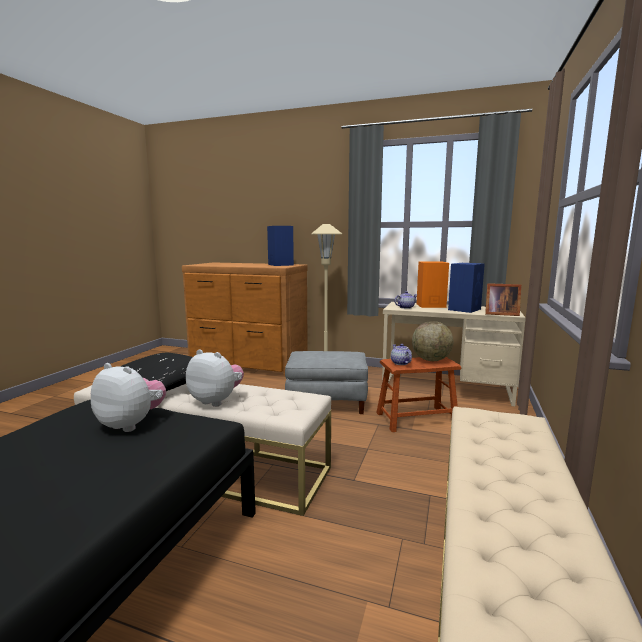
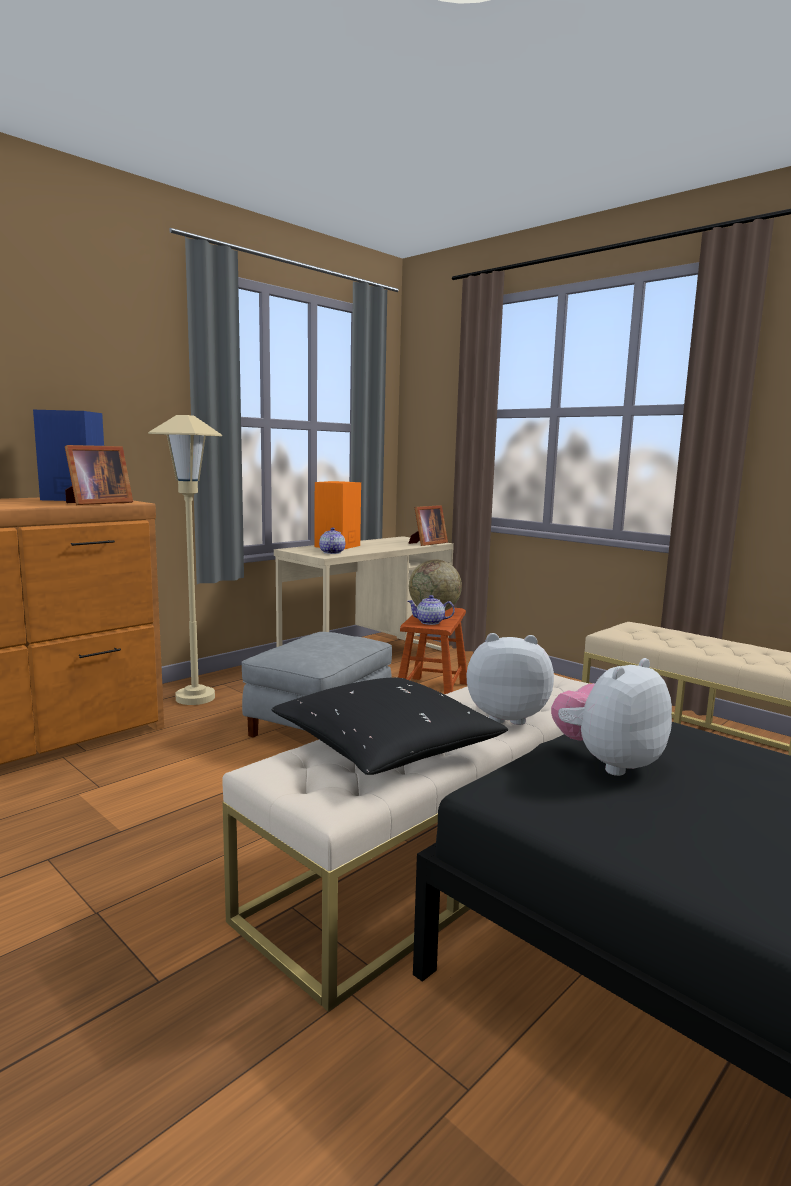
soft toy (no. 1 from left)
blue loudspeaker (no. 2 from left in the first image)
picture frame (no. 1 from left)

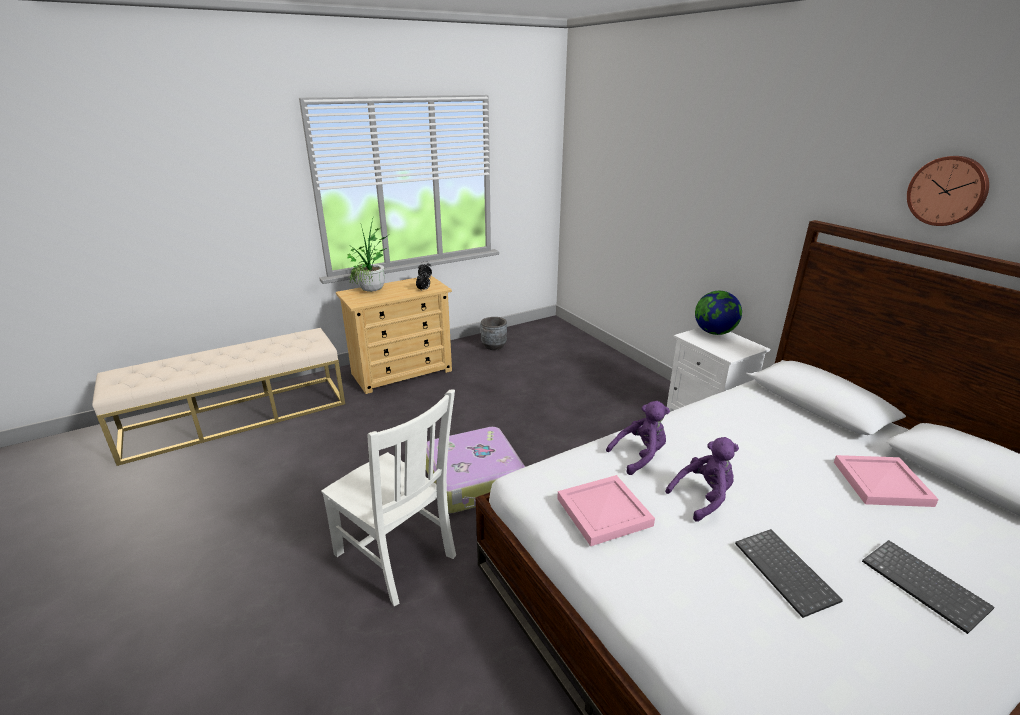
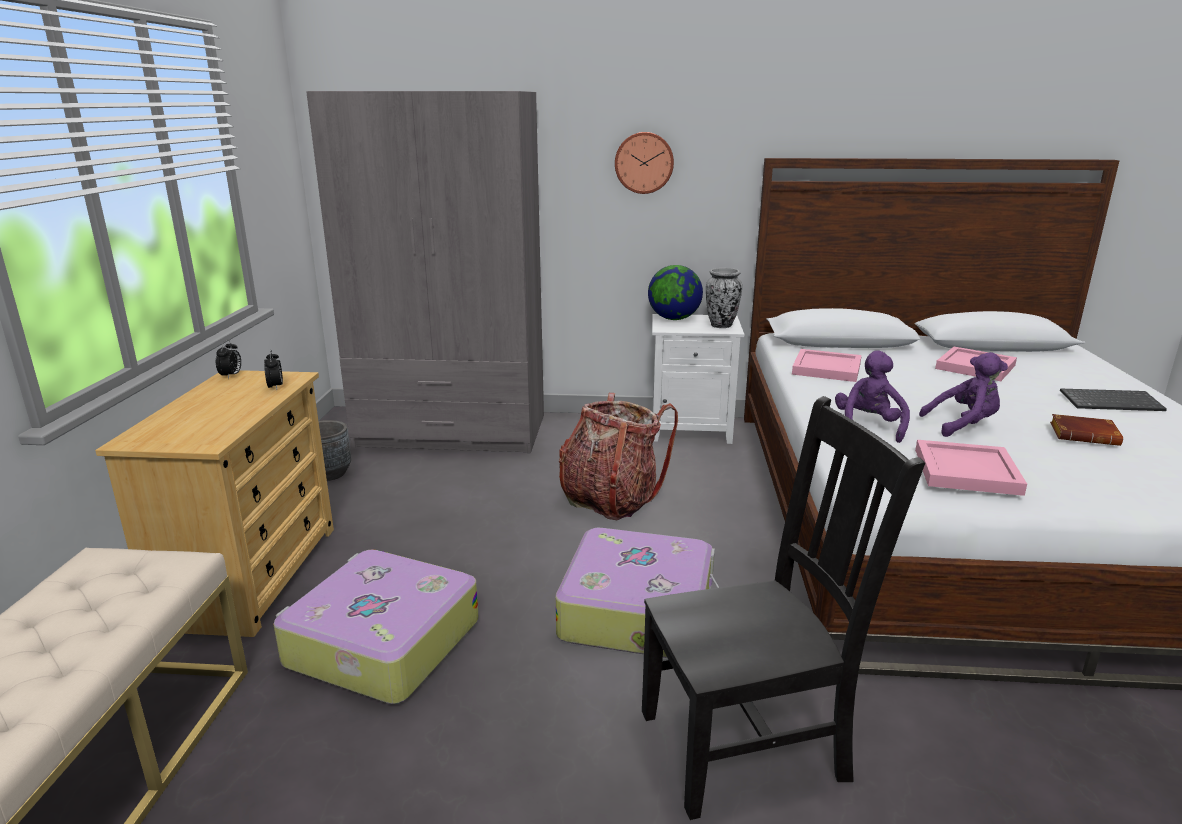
black-coloured plain chair
plant in a pot
purple-coloured soft toy (no. 2 from left)
brownish bound book
clock on the wall
travel case (no. 1 from left)
gray wardrobe
rucksack
decorative vase
pink-coloured tray (no. 1 from left)

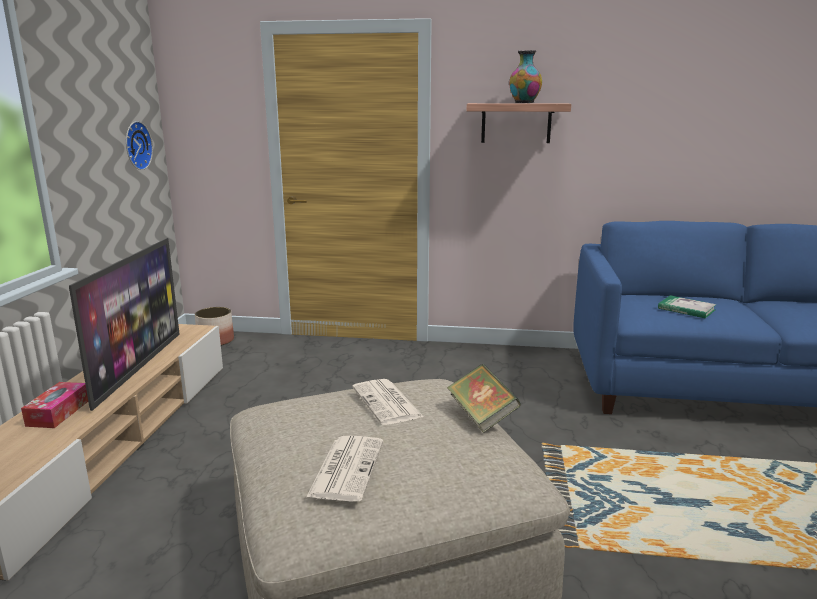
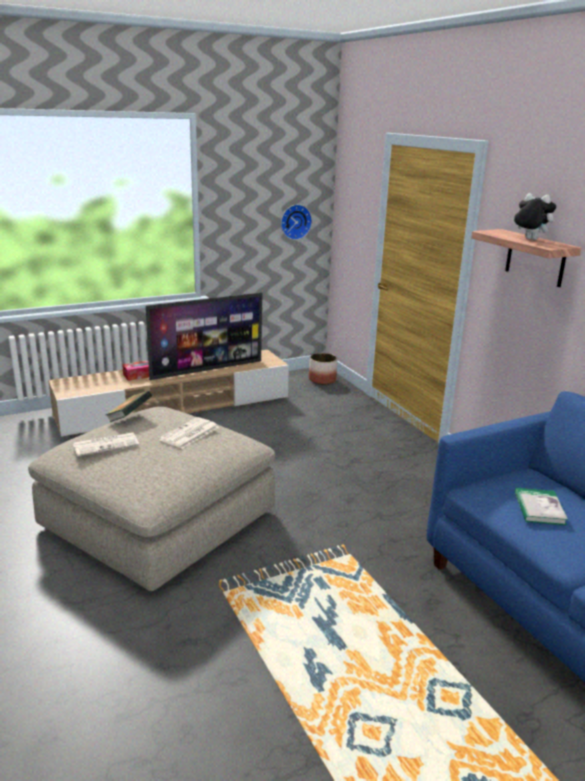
bound book (no. 1 from left)
soft toy

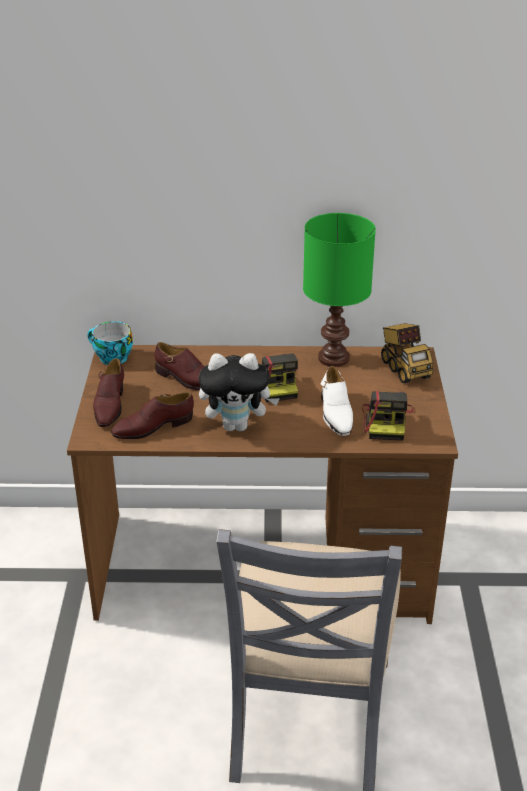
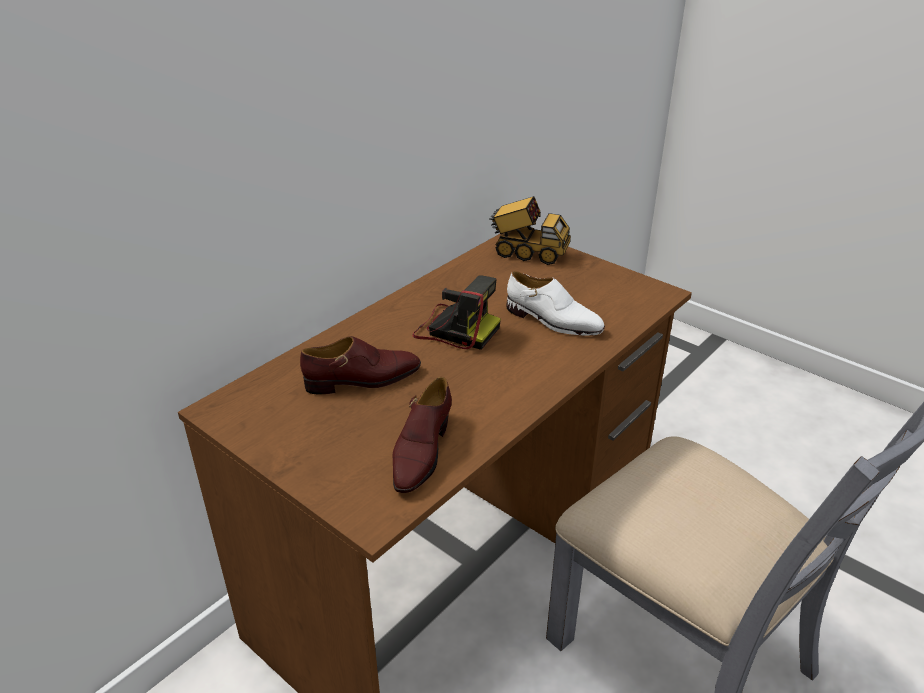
cup
brownish shoe (no. 1 from left in the first image)
soft toy
green lamp for a table
still camera (no. 2 from left in the first image)

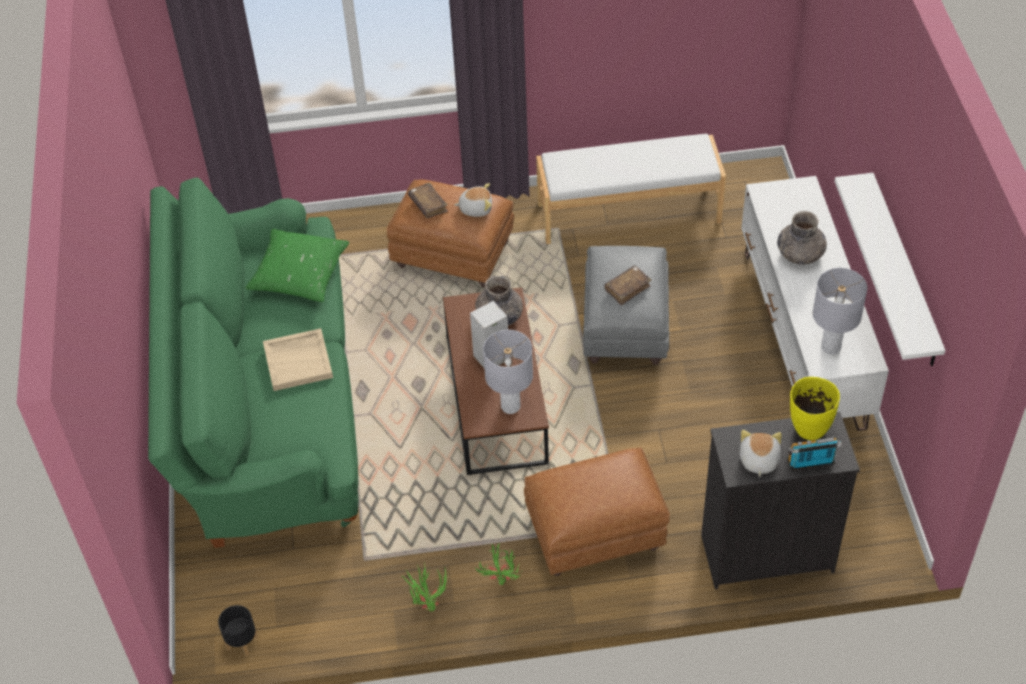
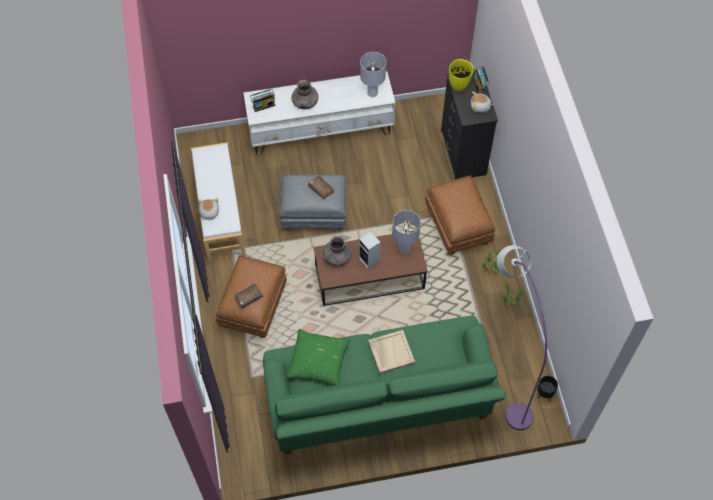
soft toy (no. 1 from left)
white bracket shelf
radio receiver (no. 1 from left)
purple-coloured floor lamp

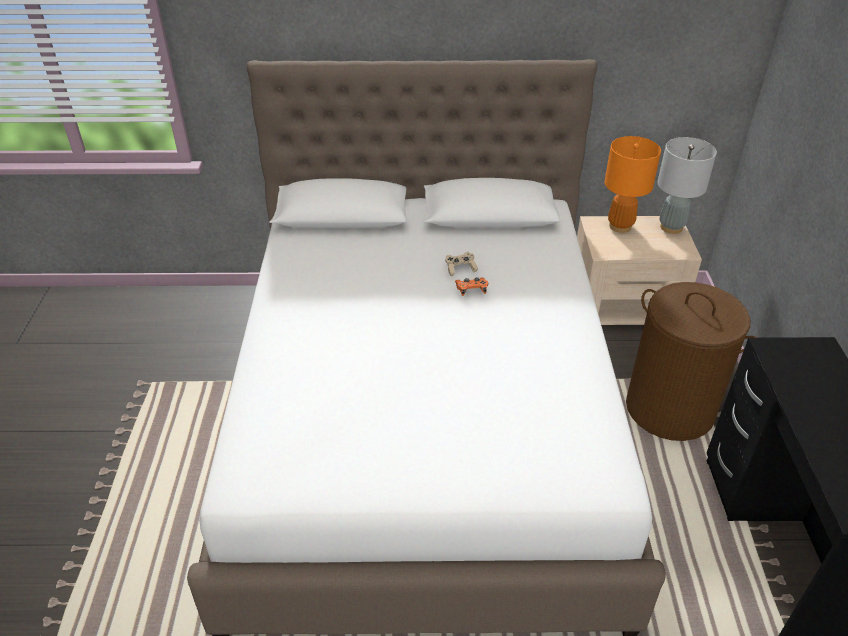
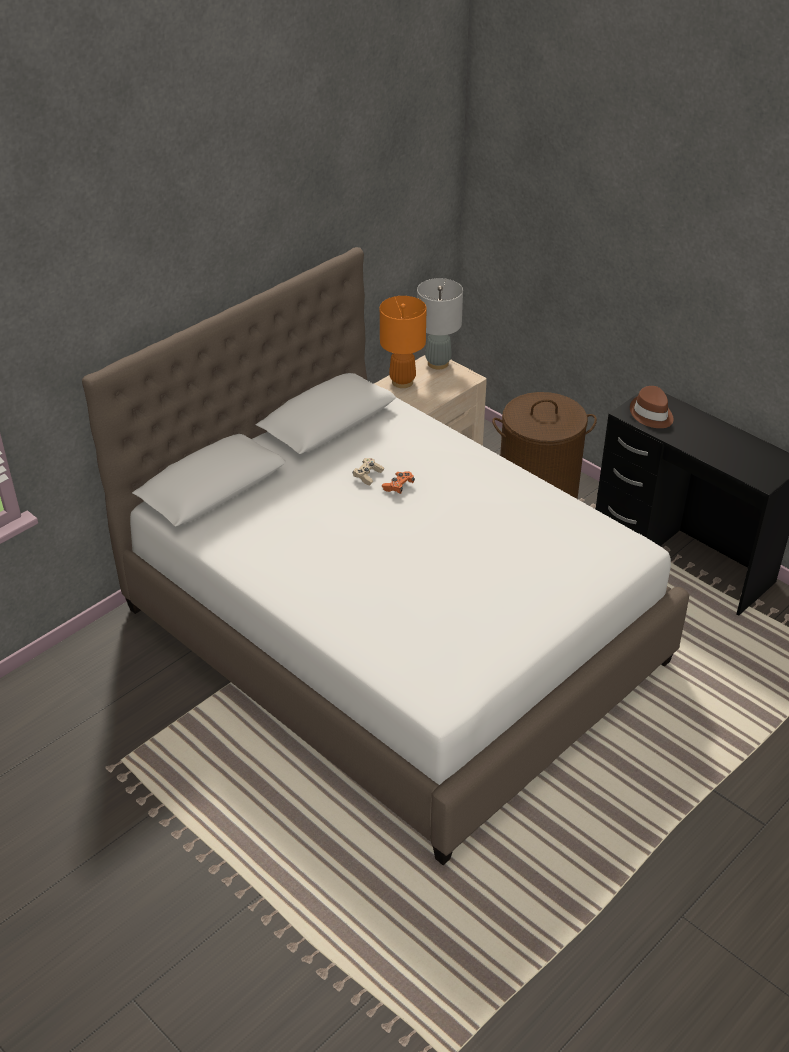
brownish clothing hat

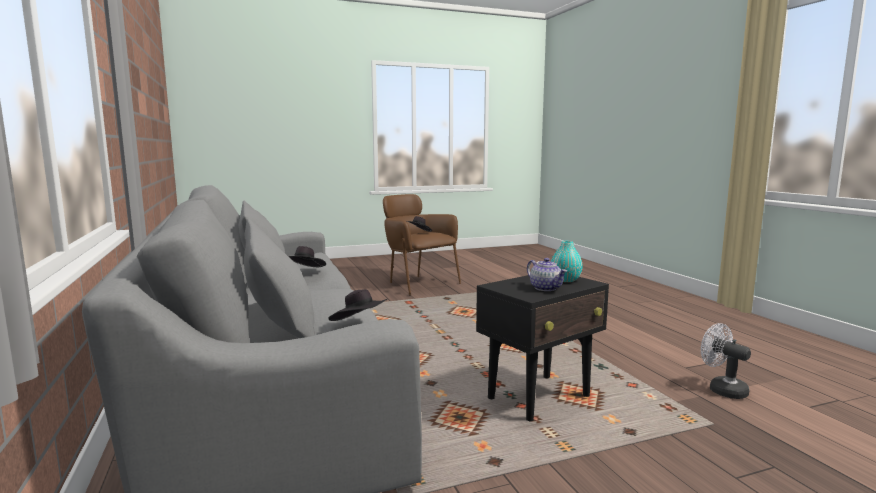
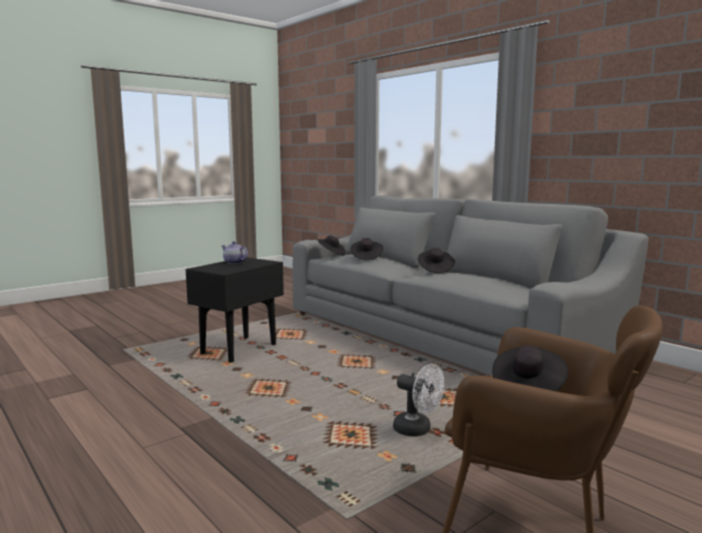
turquoise-coloured decorative vase
white cooling fan
black-coloured clothing hat (no. 2 from left)

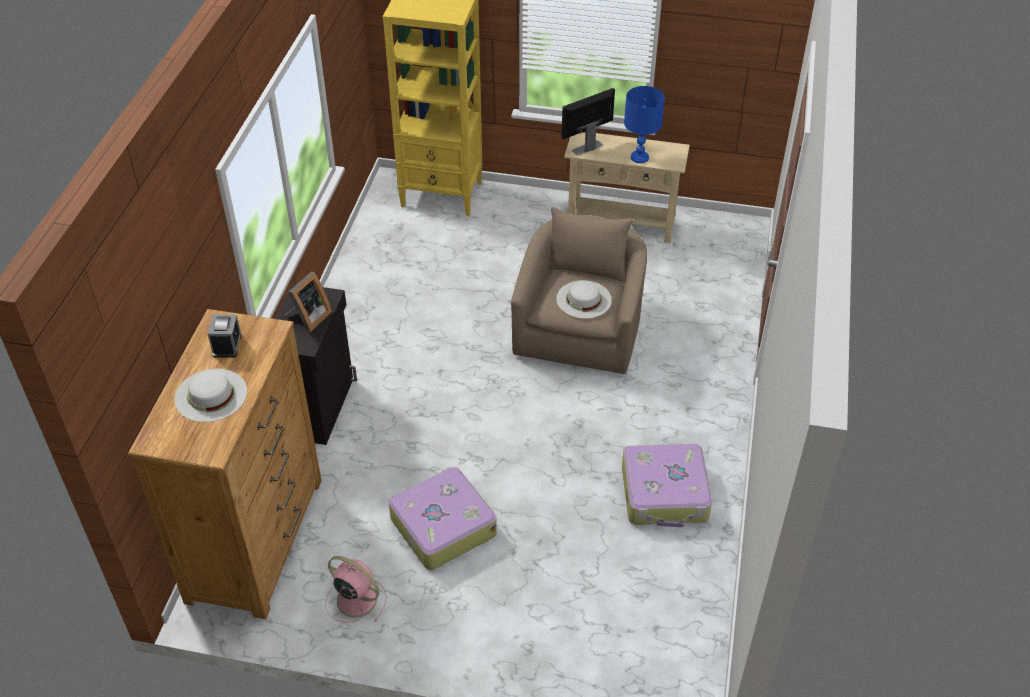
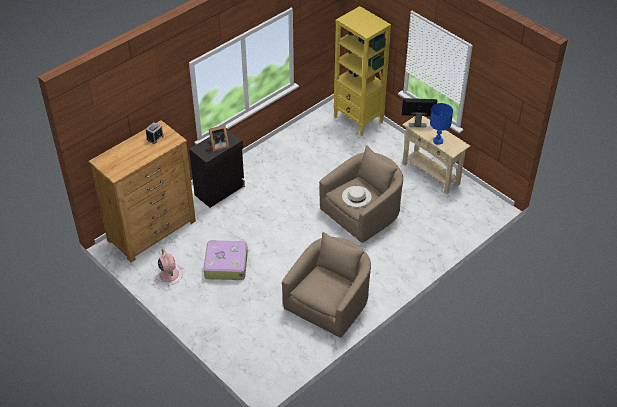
white clothing hat (no. 1 from left in the first image)
sand-coloured armchair (no. 1 from left)

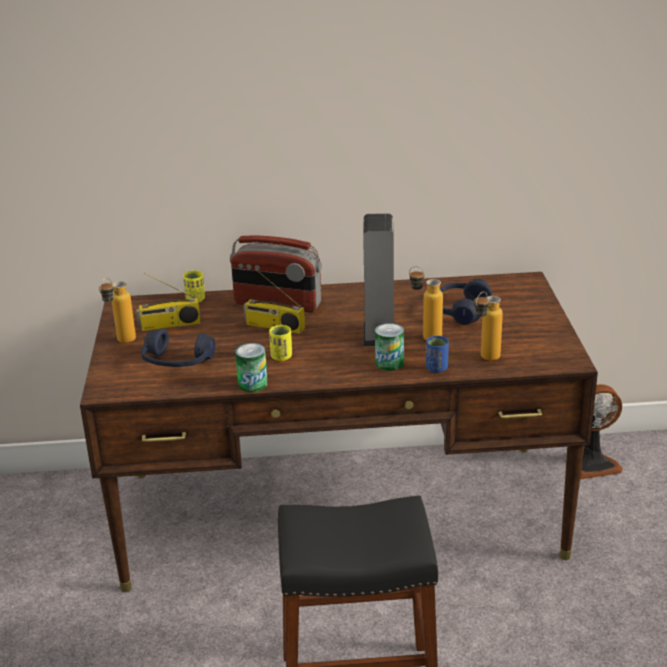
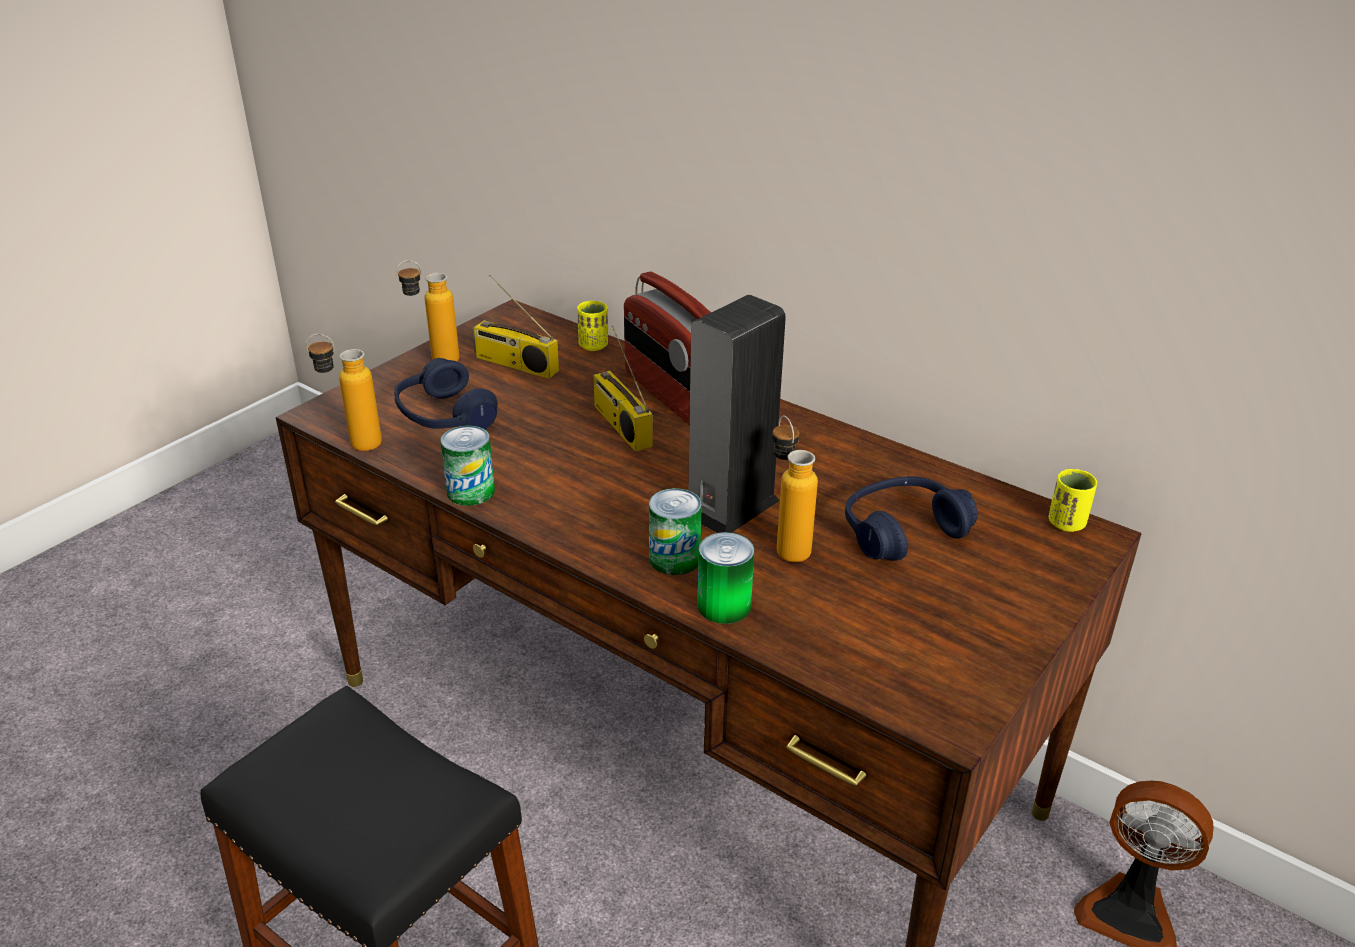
yellowish cup (no. 2 from left)
can (no. 3 from left)
bottle (no. 1 from left)

